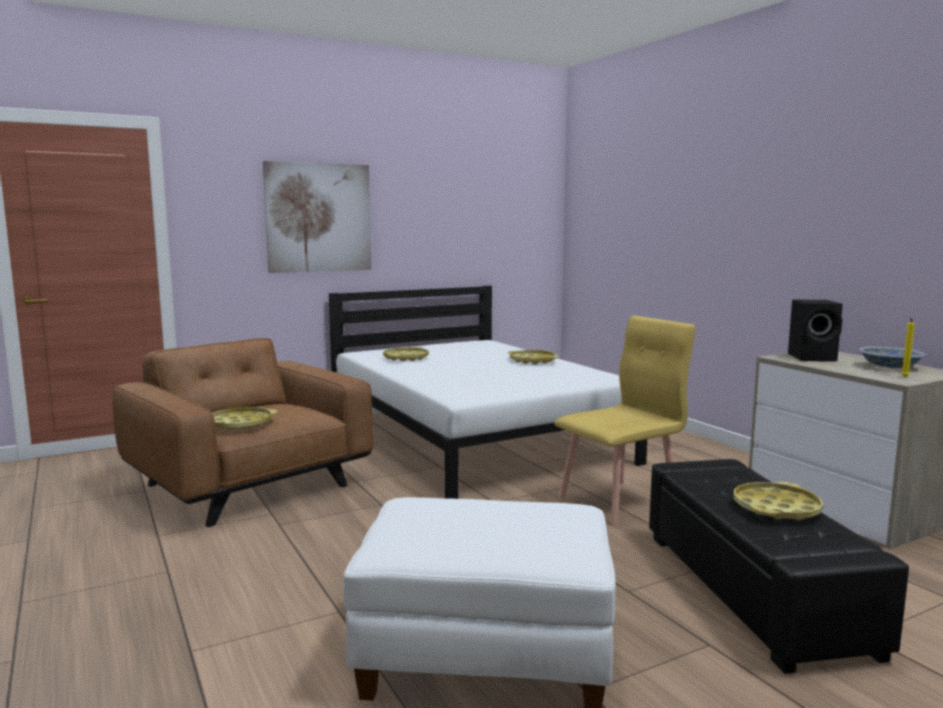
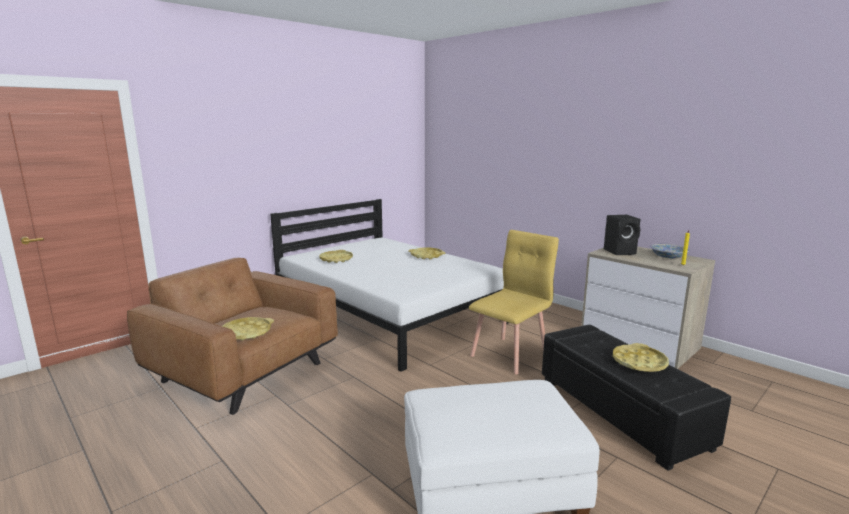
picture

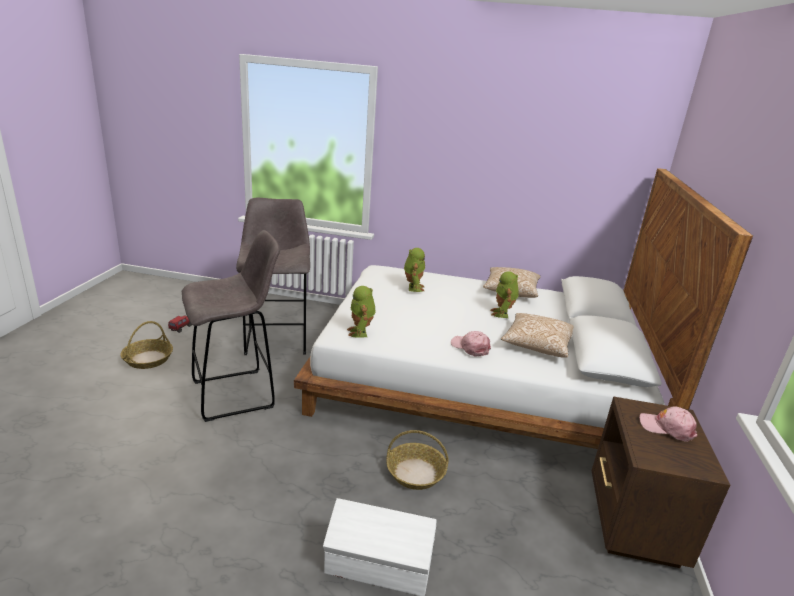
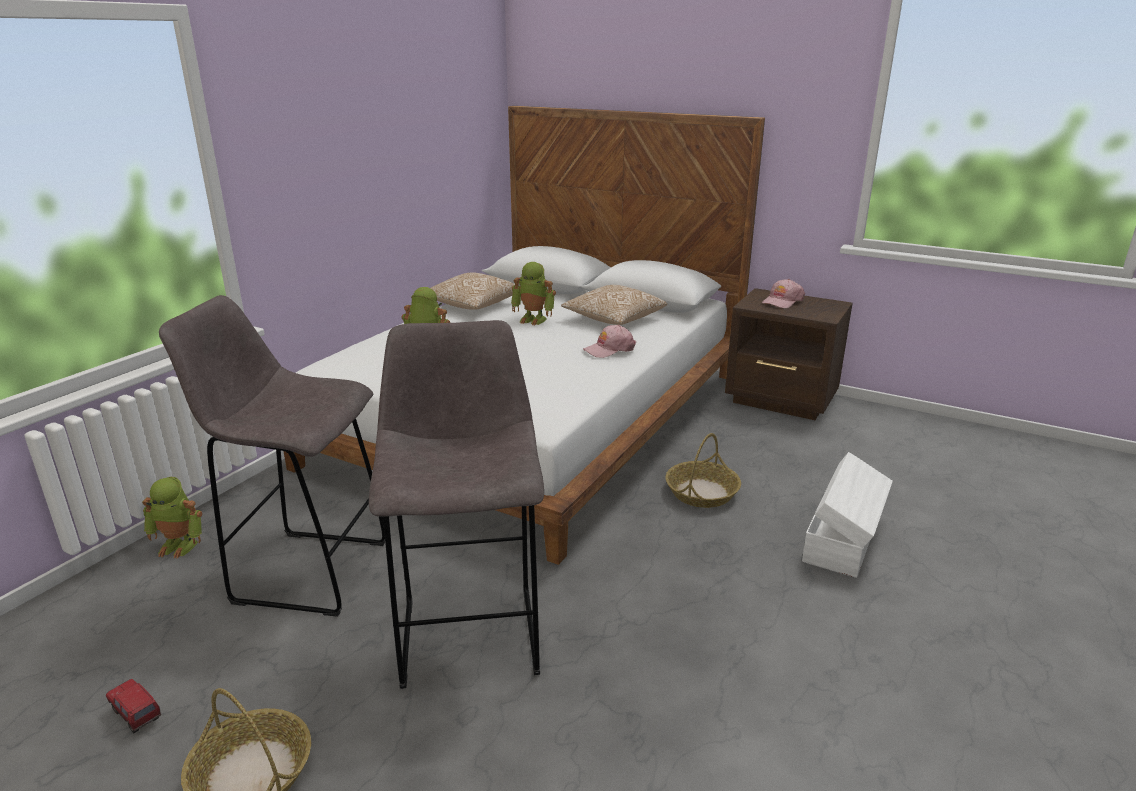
model robot (no. 1 from left)

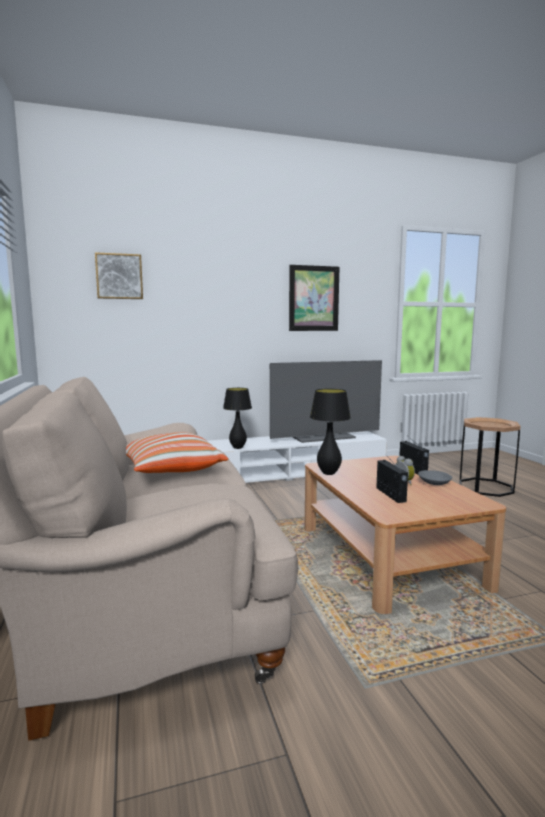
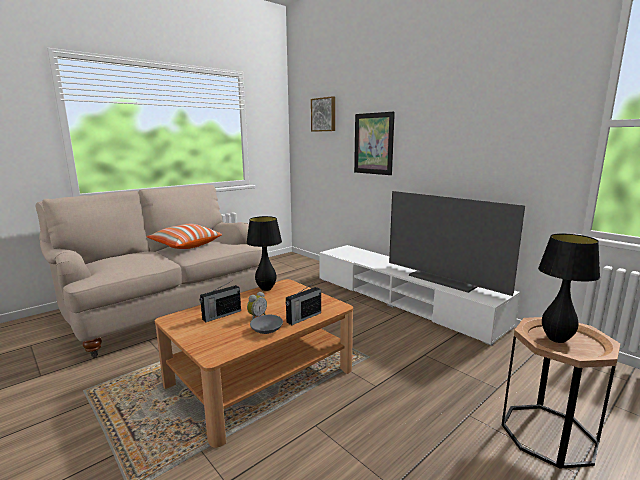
black-coloured lamp for a table (no. 2 from left)
picture (no. 2 from left)

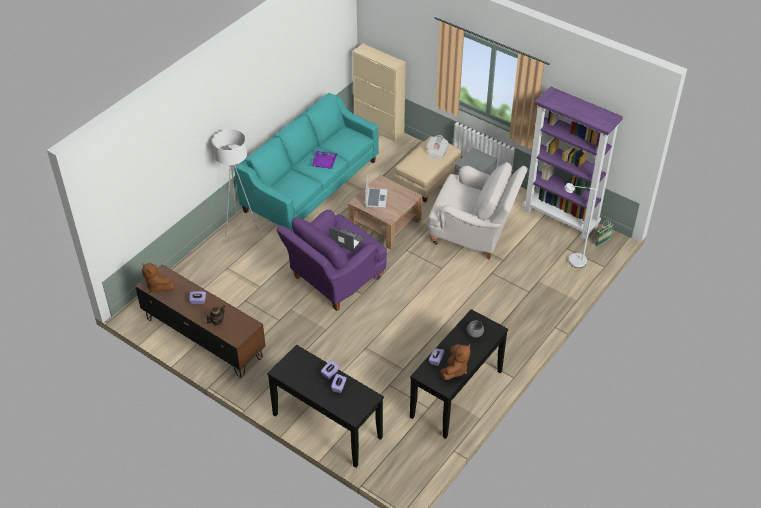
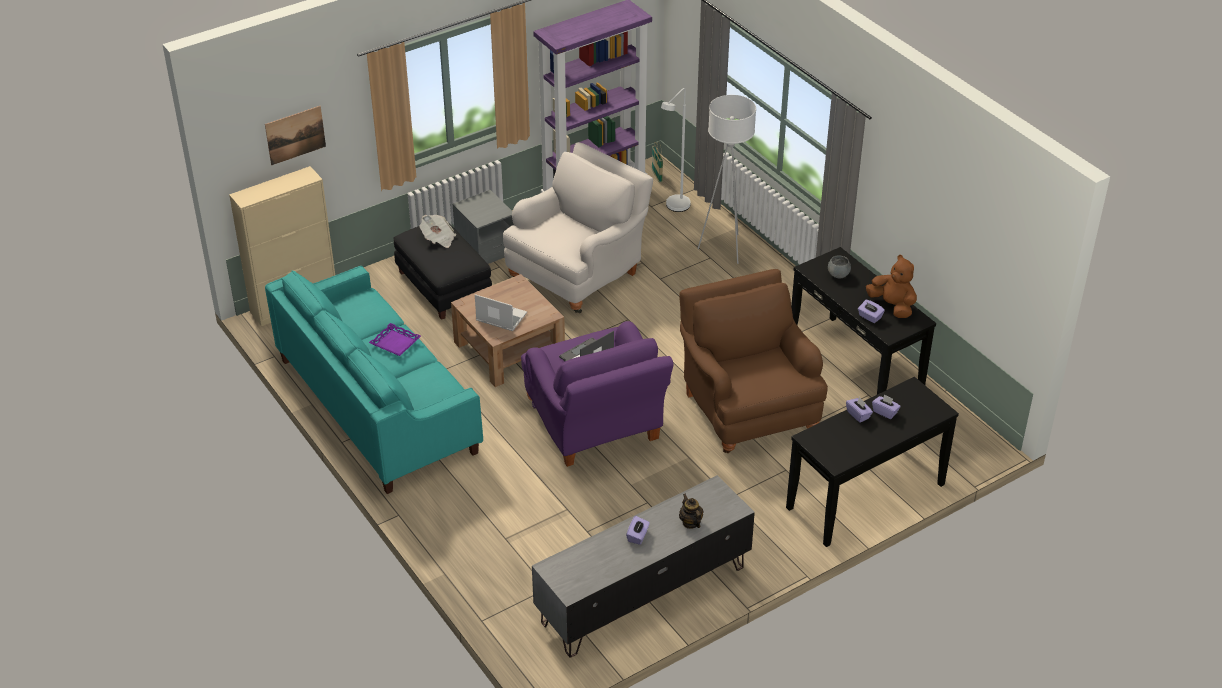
gray media console
brownish soft toy (no. 1 from left in the first image)
white floor lamp (no. 2 from left)
black-coloured footrest
picture
brownish armchair

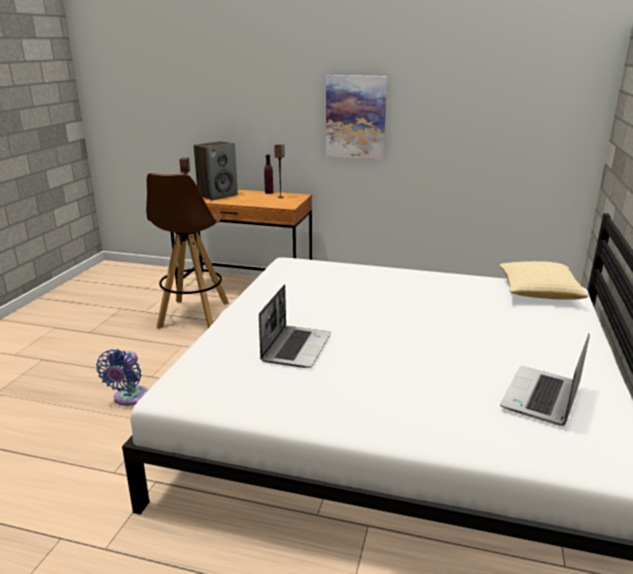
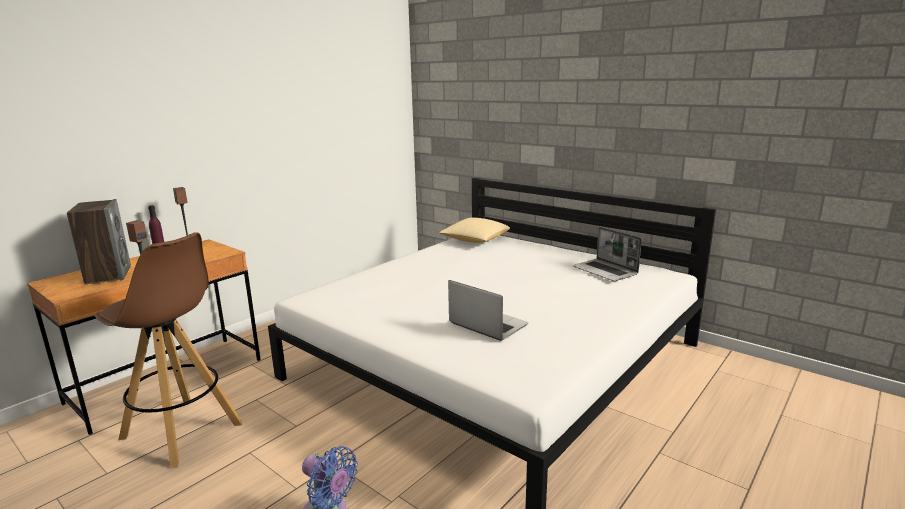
picture

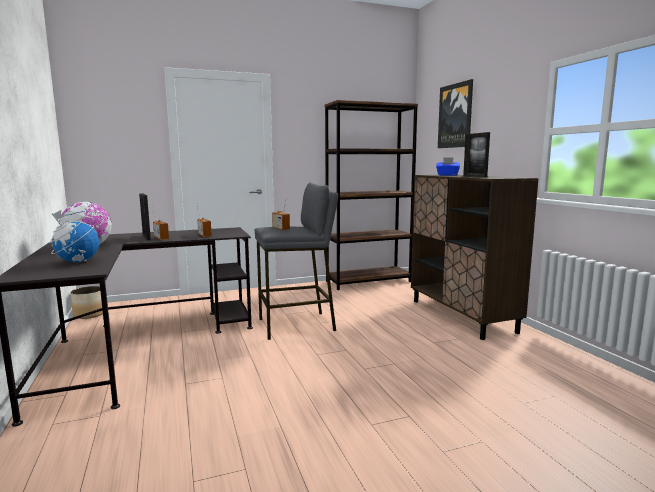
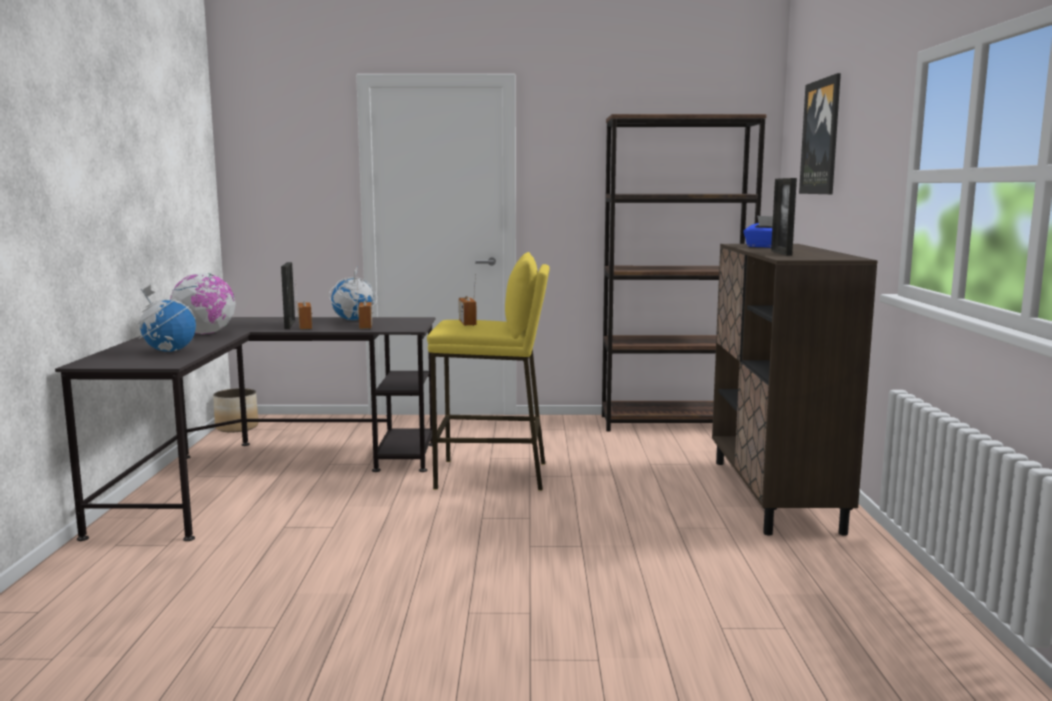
yellowish stool
globe (no. 3 from left)

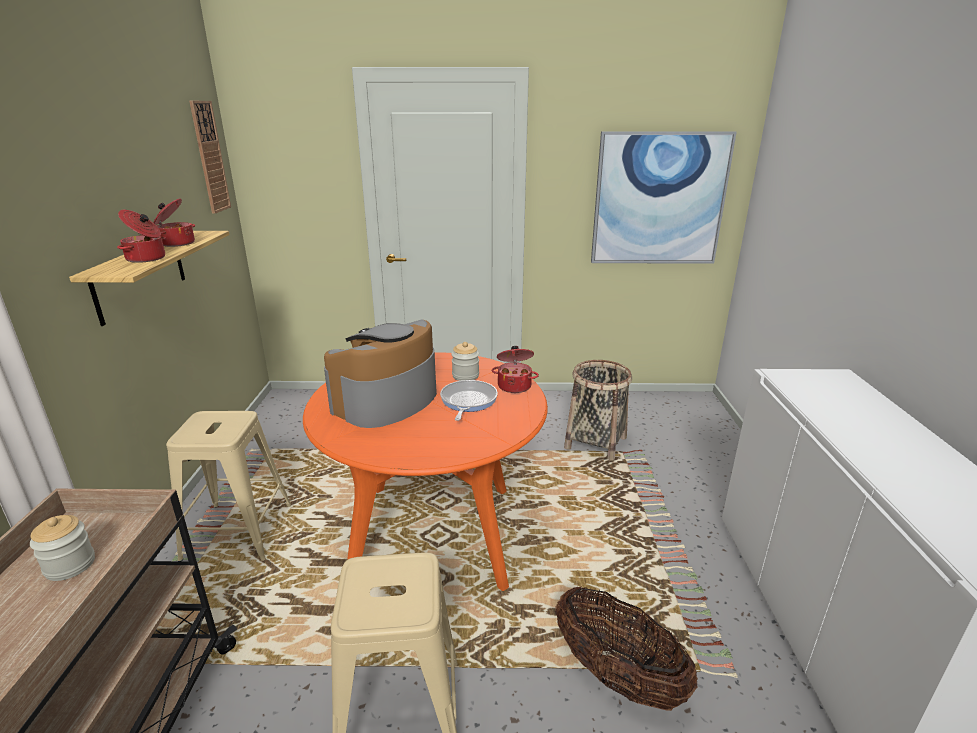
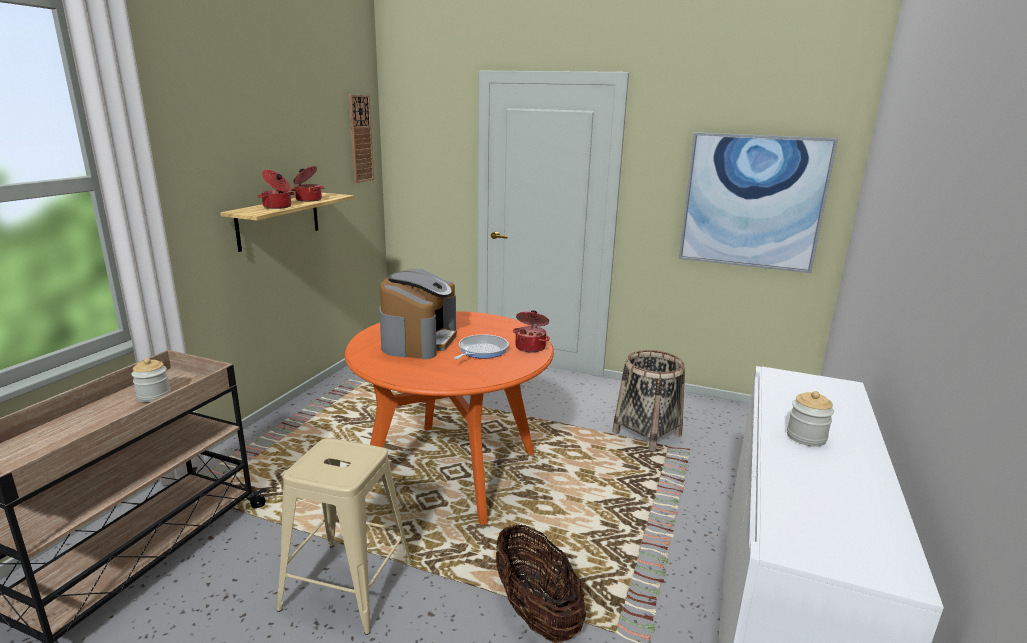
sand-coloured stool (no. 1 from left in the first image)
coffee maker
storage jar (no. 2 from left)

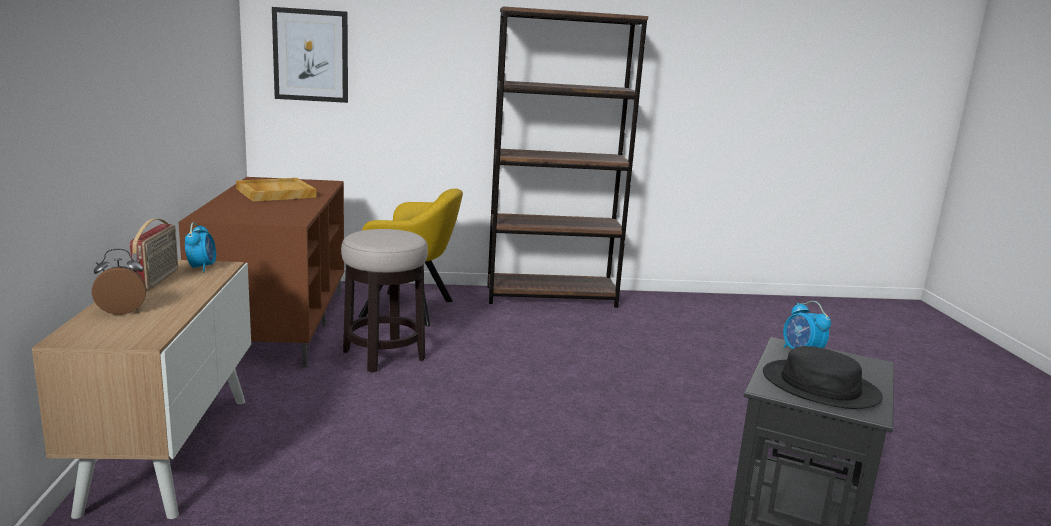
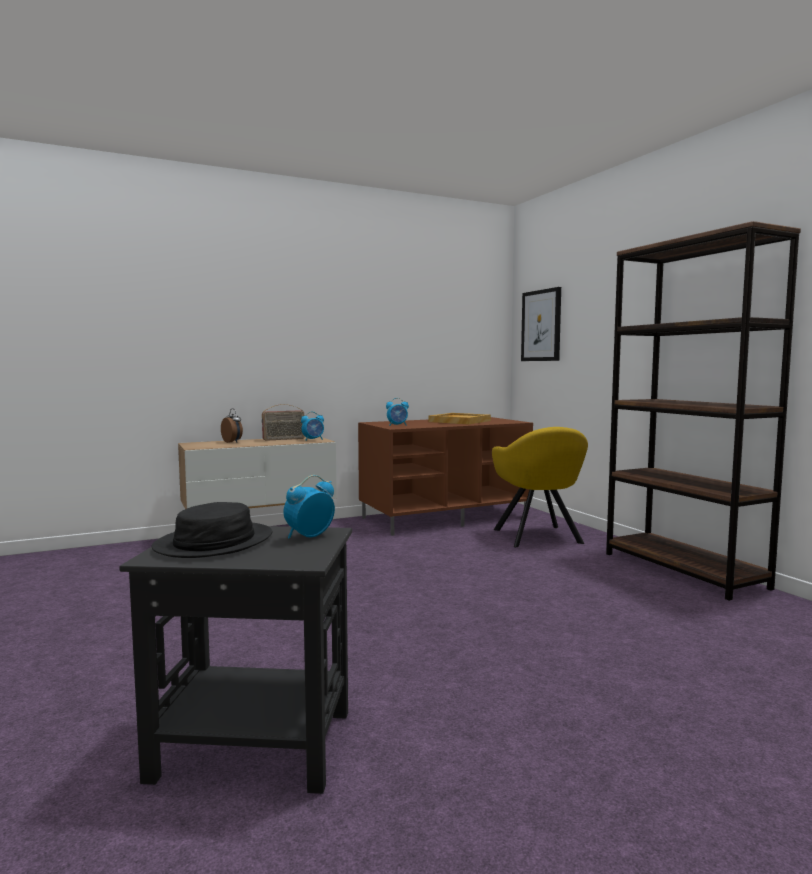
stool
bedside clock (no. 4 from left)

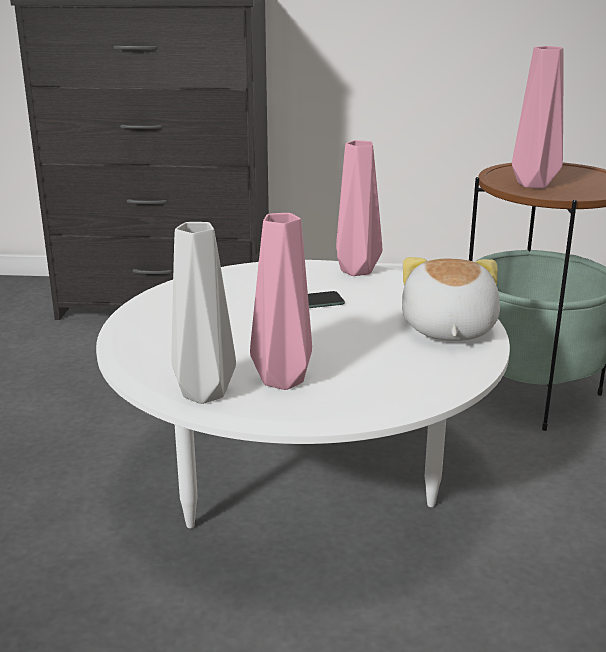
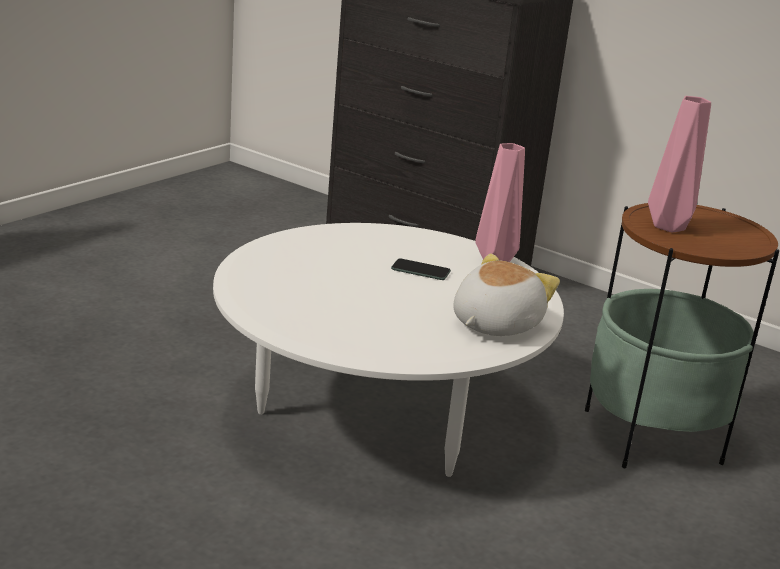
gray decorative vase
pink-coloured decorative vase (no. 1 from left in the first image)

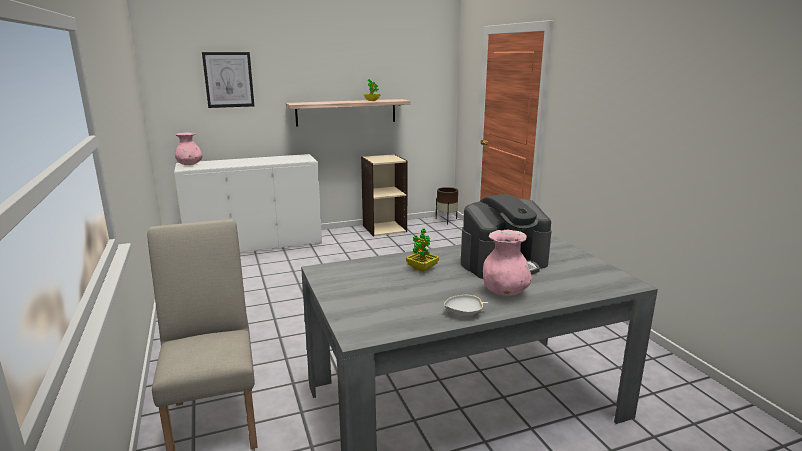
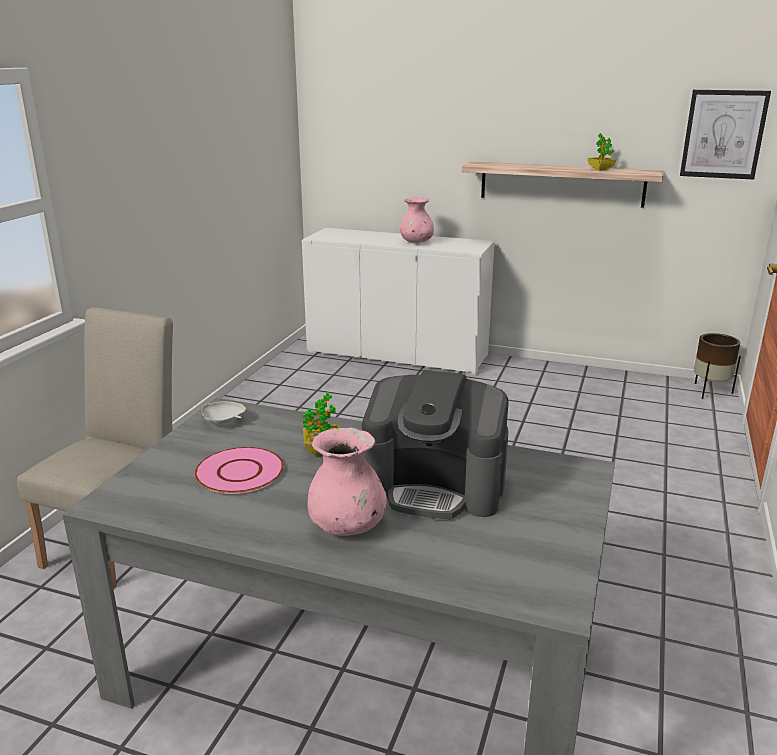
pink-coloured decorative vase (no. 2 from left)
picture
sand-coloured bookshelf
white serving bowl
pink-coloured dinner plate

